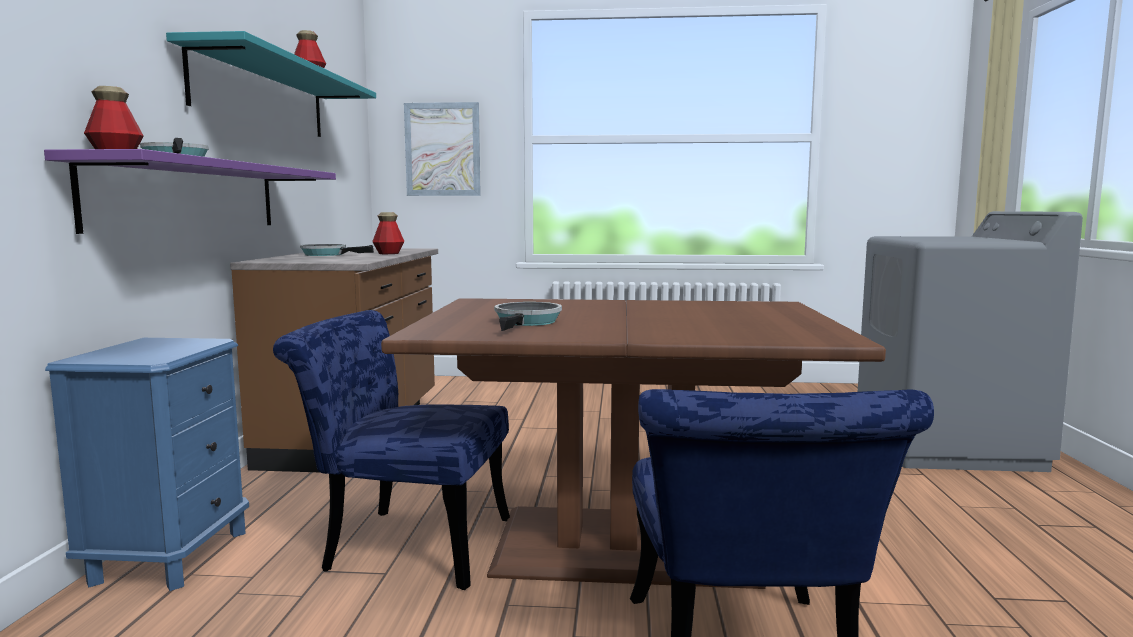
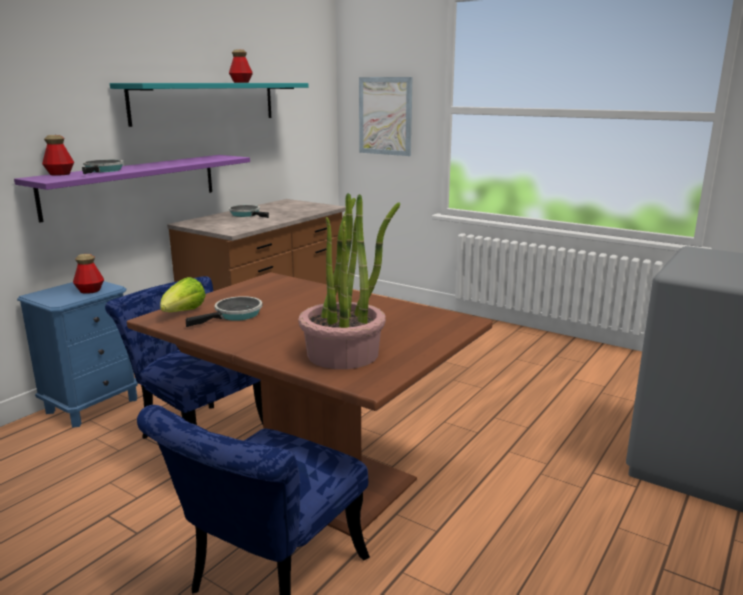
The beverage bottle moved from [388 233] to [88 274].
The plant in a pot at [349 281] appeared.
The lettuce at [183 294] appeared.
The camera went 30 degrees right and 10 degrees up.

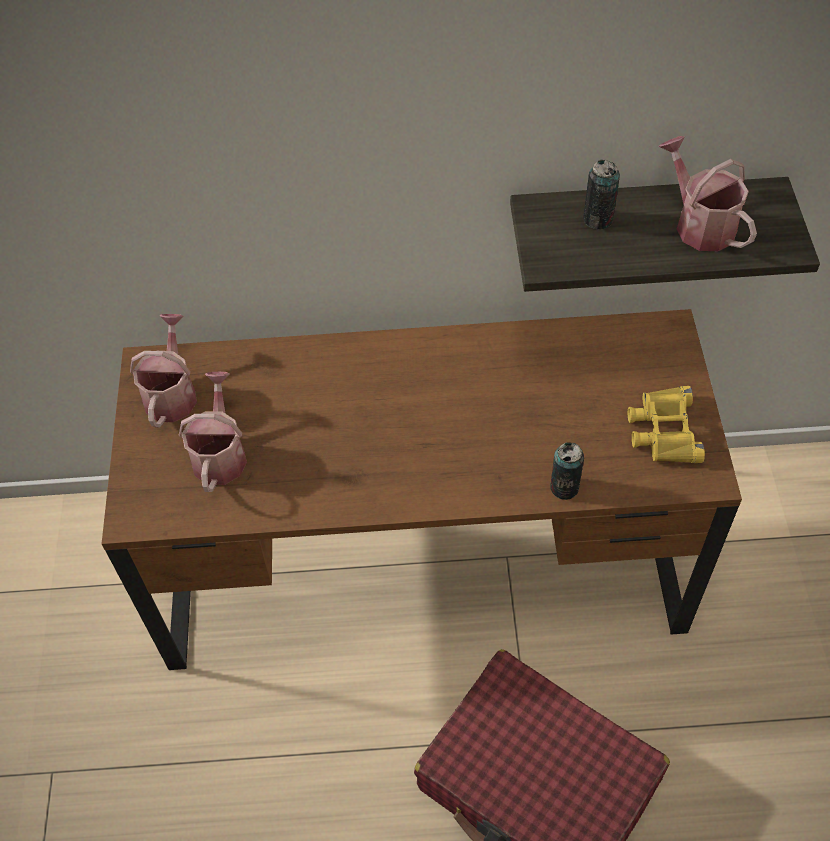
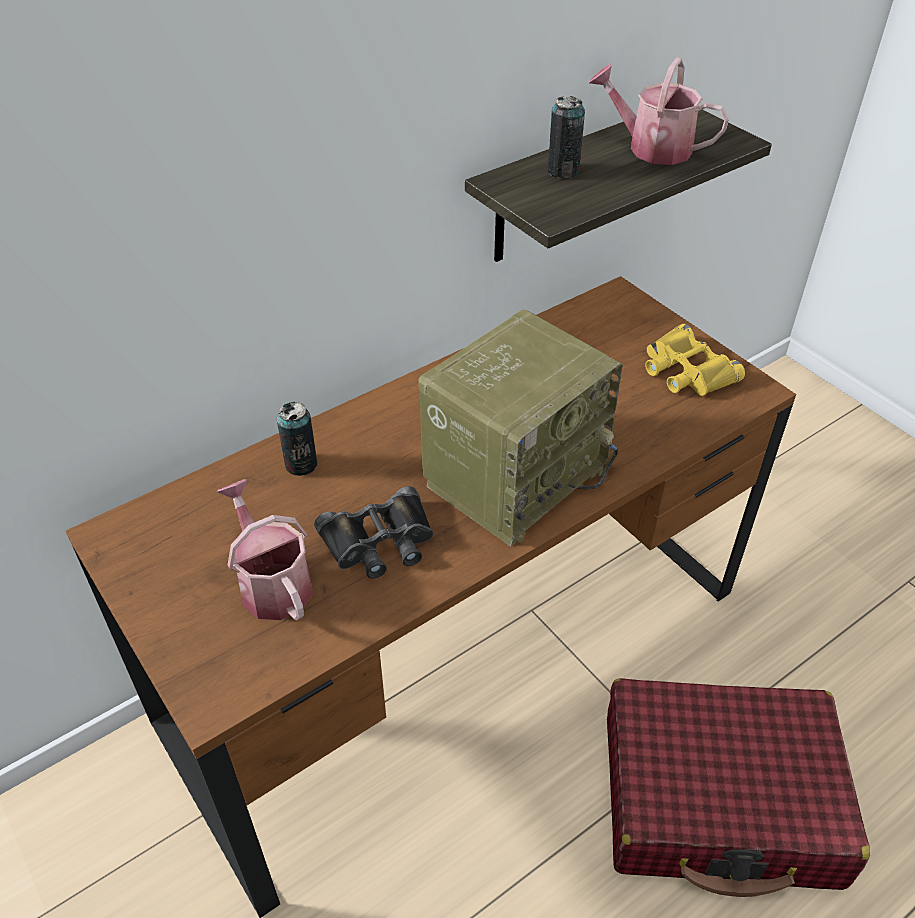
The sprinkling can at [163 370] disappeared.
The can moved from [567 471] to [297 439].
The radio set at [521 428] appeared.
The pair of binoculars (black) at [374 532] appeared.
The camera went 35 degrees left and 10 degrees down.

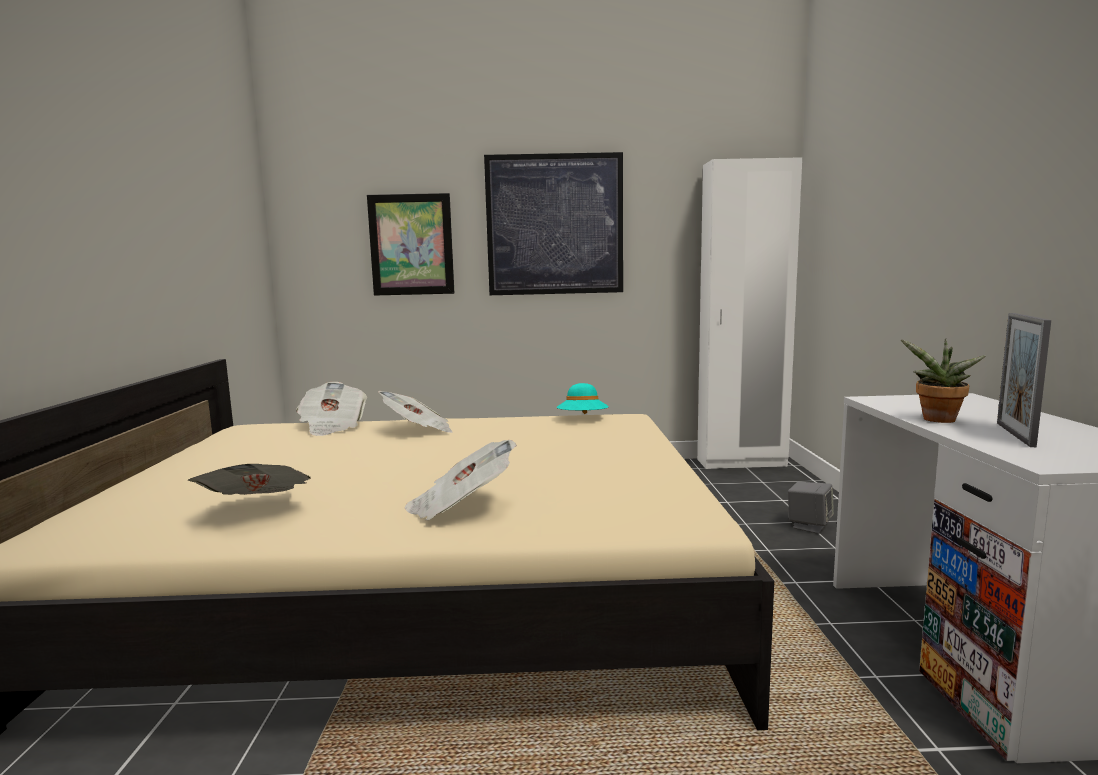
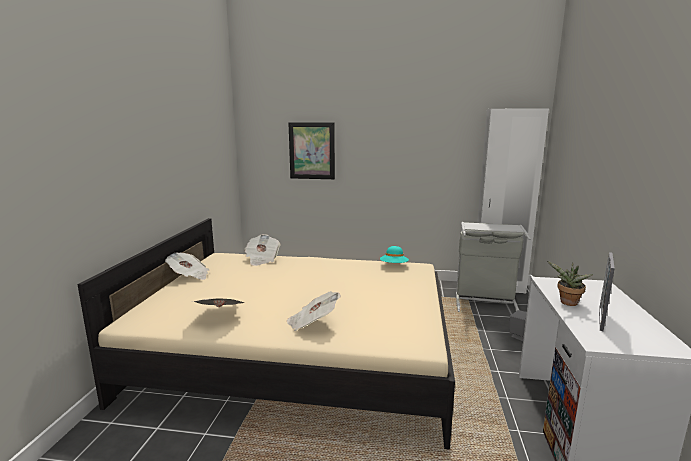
The picture at [553 223] disappeared.
The newspaper moved from [415 412] to [187 266].
The washing basket (gray) at [493 267] appeared.
The camera went 10 degrees right and 5 degrees up.

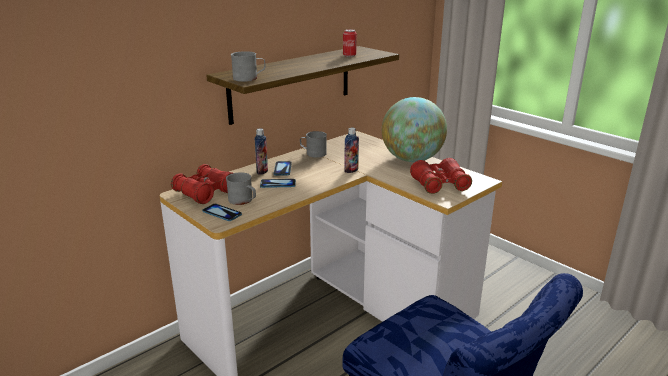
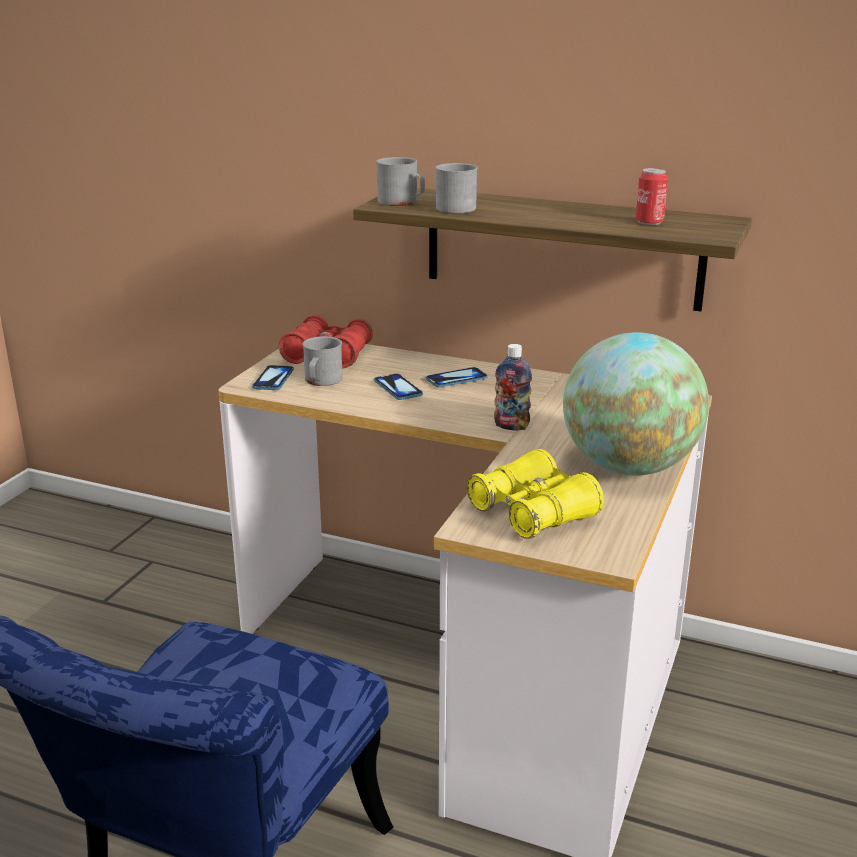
The beverage bottle at [261 151] disappeared.
The mug (gray) moved from [313 144] to [456 188].
The pair of binoculars (red-coloured) at [441 176] became the pair of binoculars (yellow) at [535 494].
The camera went 65 degrees right and 0 degrees up.

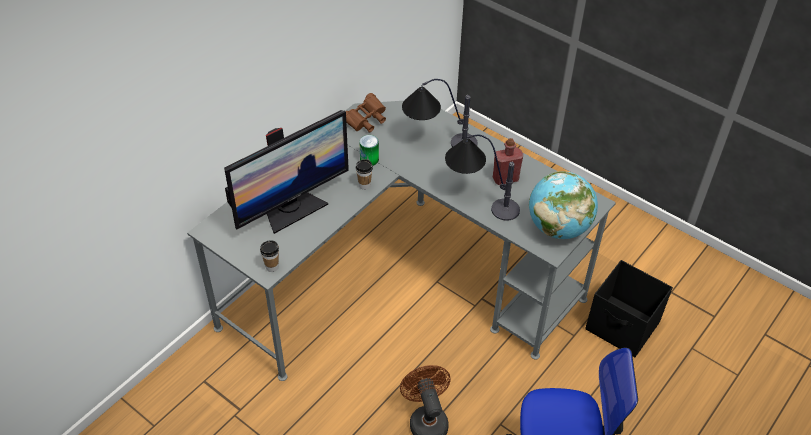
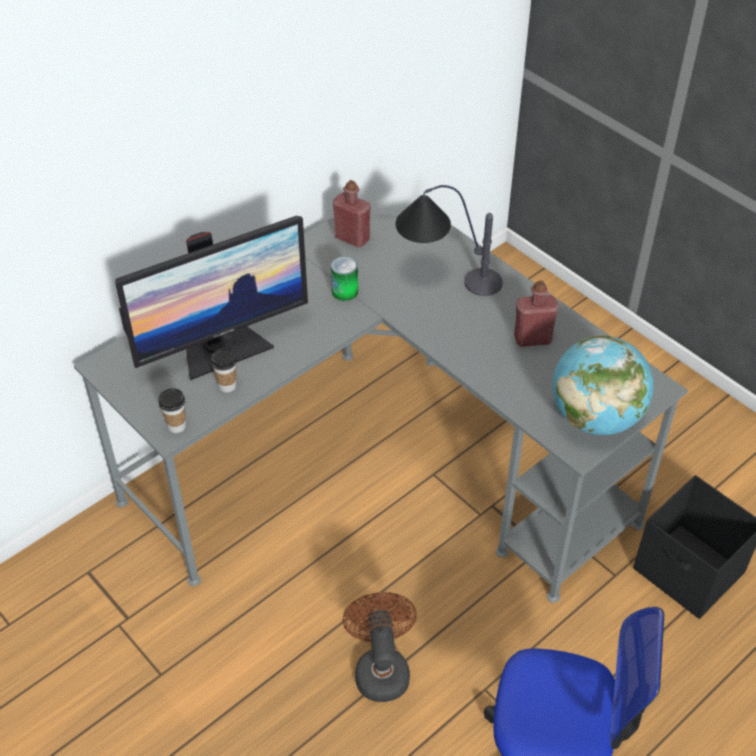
The pair of binoculars (brown-coloured) at [366 113] was replaced by the beverage bottle (red-coloured) at [352 214].
The lamp for a table at [482 177] disappeared.
The small cup moved from [364 174] to [224 370].
The camera went 10 degrees right and 0 degrees up.

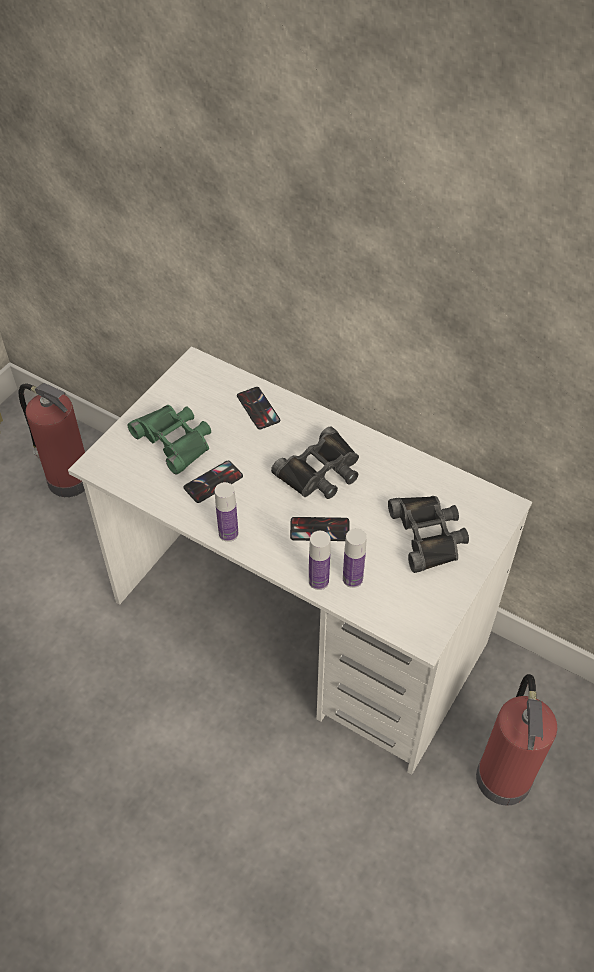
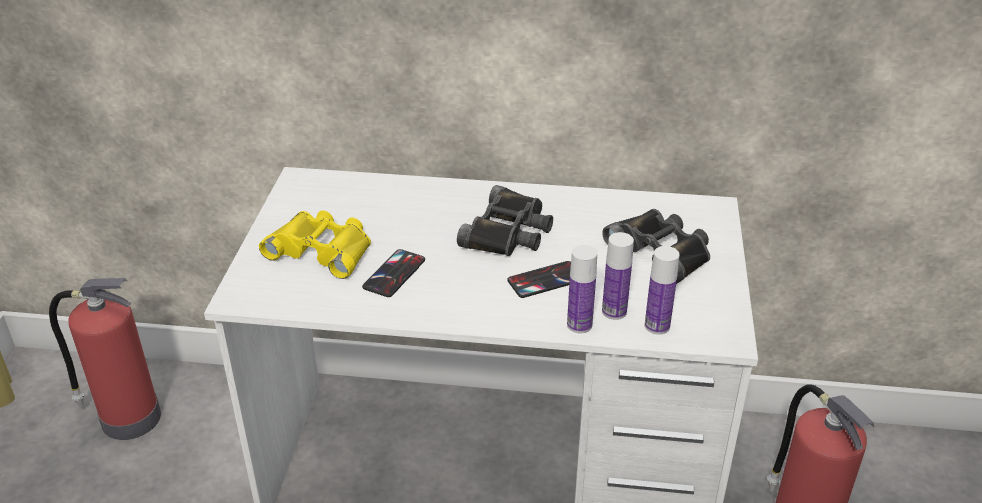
The telephone at [258 408] disappeared.
The pair of binoculars (greenish) at [169 440] became the pair of binoculars (yellow) at [315 244].
The beverage bottle moved from [226 512] to [662 290].
The camera went 25 degrees left and 15 degrees down.

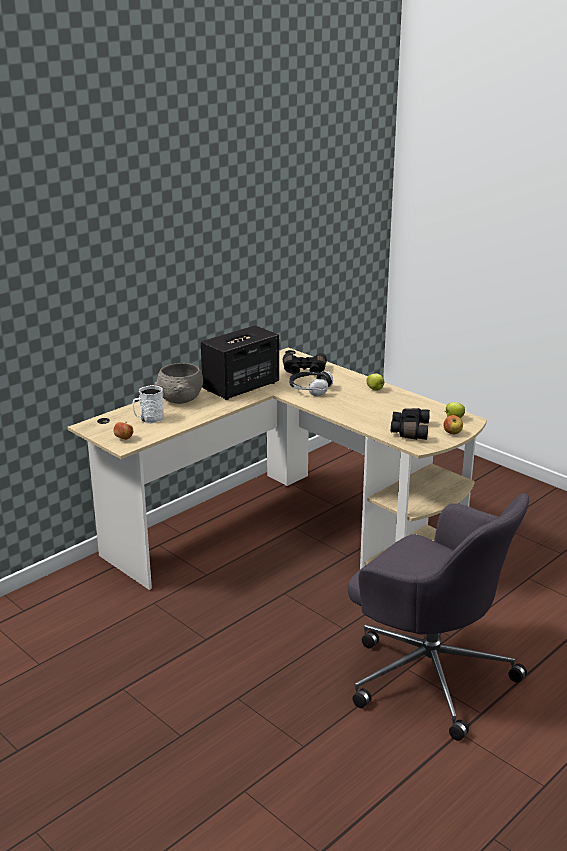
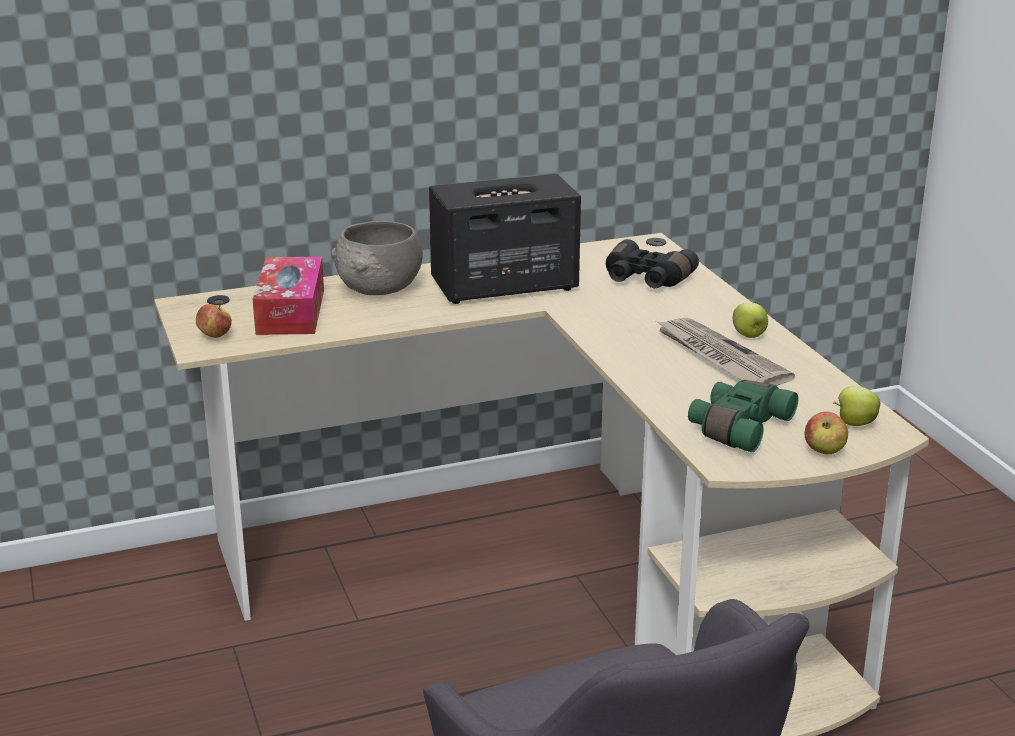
The pair of headphones at [311 383] disappeared.
The mug (whitish) at [148 404] was replaced by the tissue box at [288 296].
The pair of binoculars (black) at [410 424] became the pair of binoculars (greenish) at [743 416].
The newspaper at [725 352] appeared.
The camera went 25 degrees right and 0 degrees up.

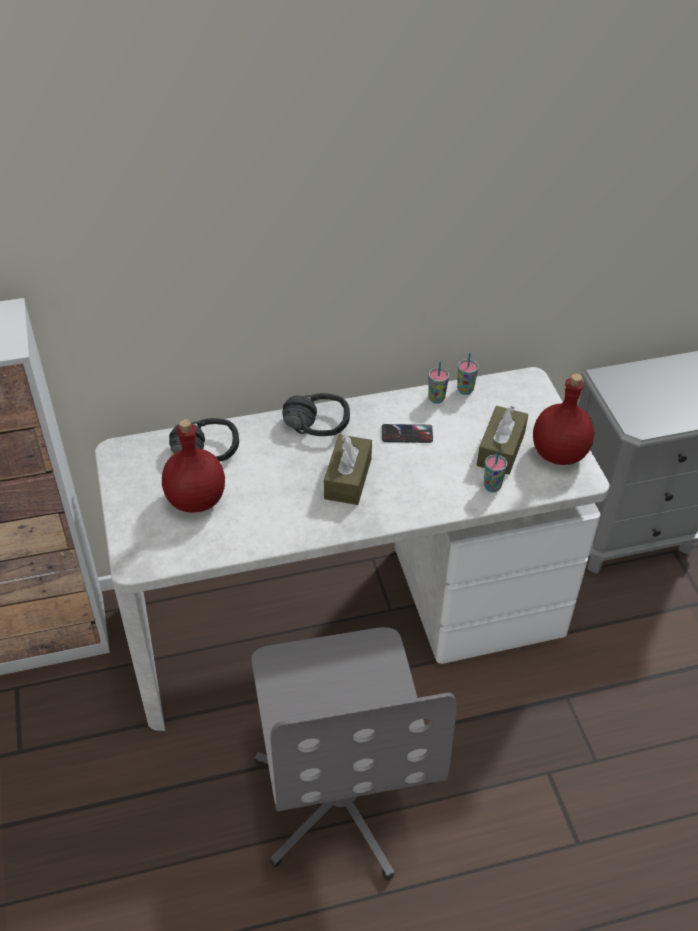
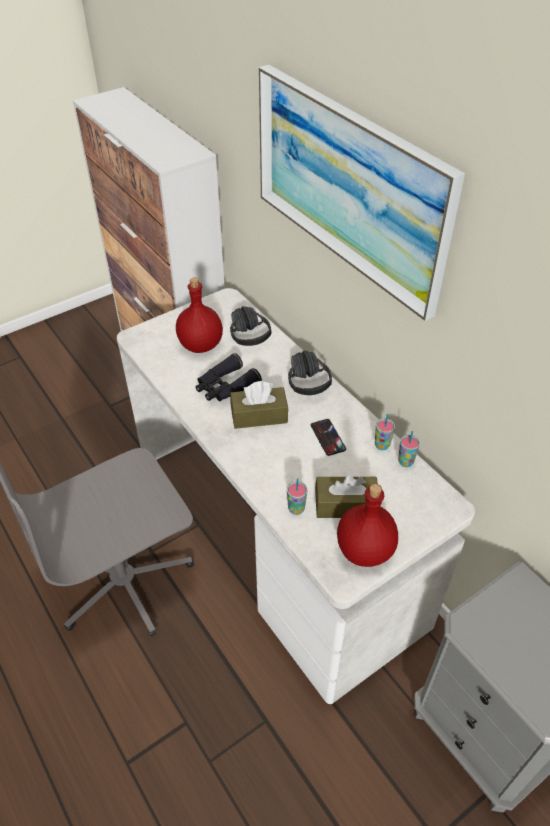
The picture at [362 193] appeared.
The pair of binoculars (black) at [229 377] appeared.
The camera went 70 degrees right and 0 degrees up.

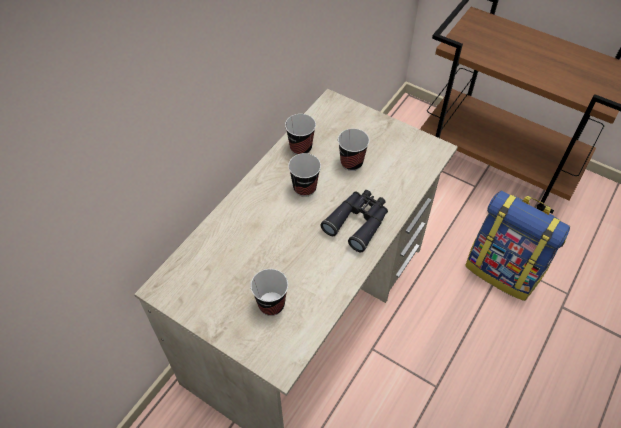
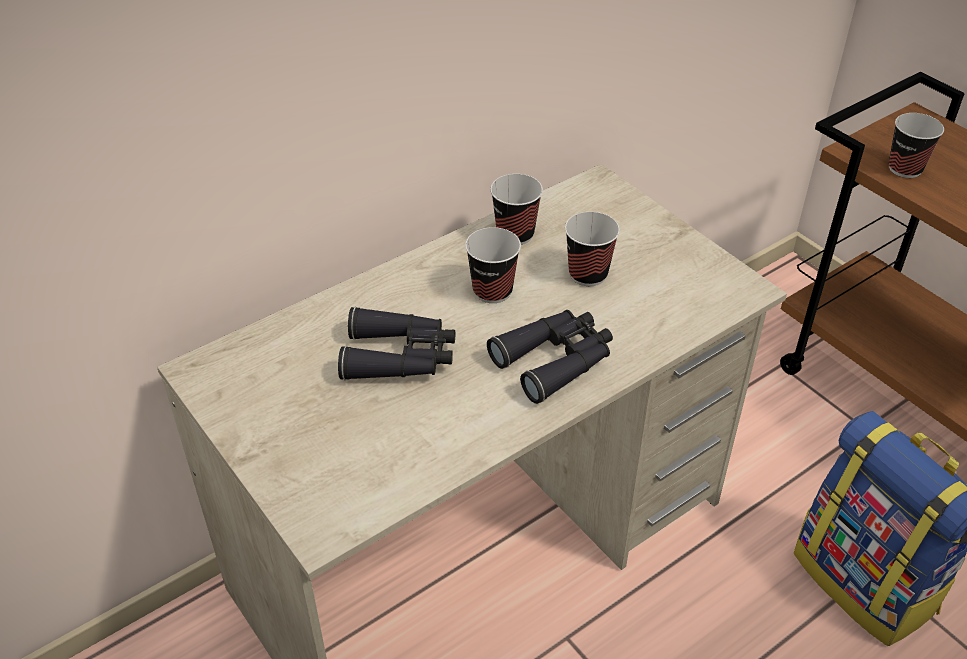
The small cup moved from [269 292] to [916 145].
The pair of binoculars (black) at [396 343] appeared.
The camera went 20 degrees right and 10 degrees down.

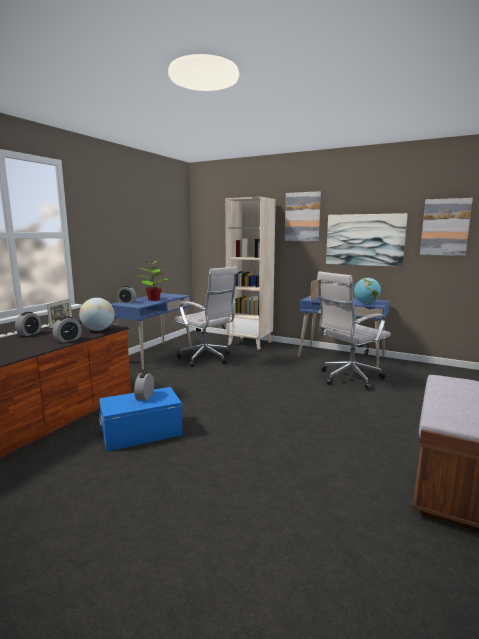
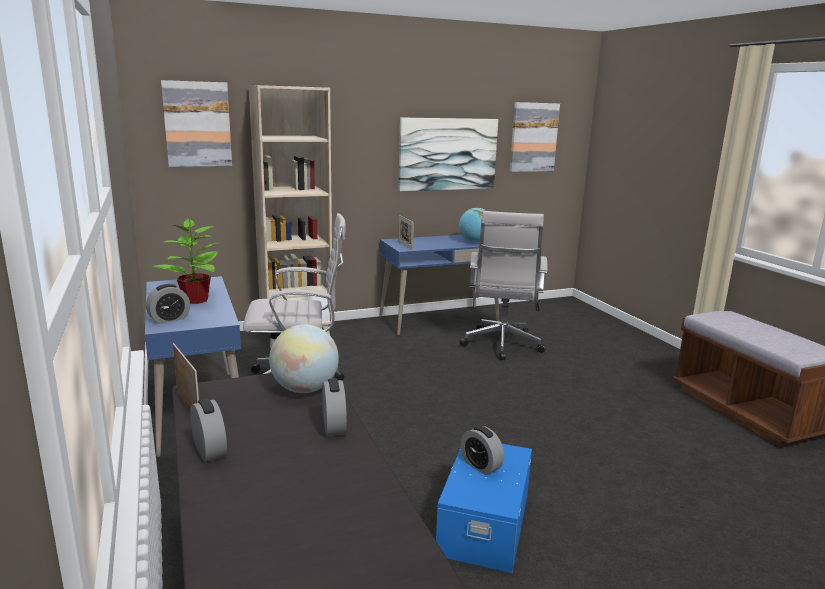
The picture moved from [303 216] to [196 123].
The camera went 50 degrees left and 5 degrees up.

